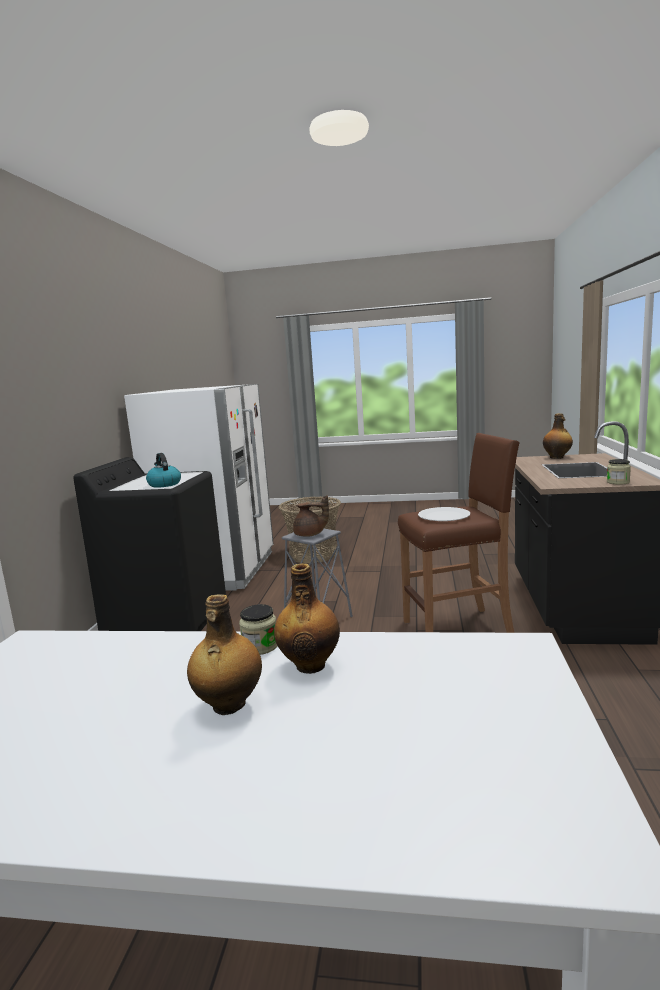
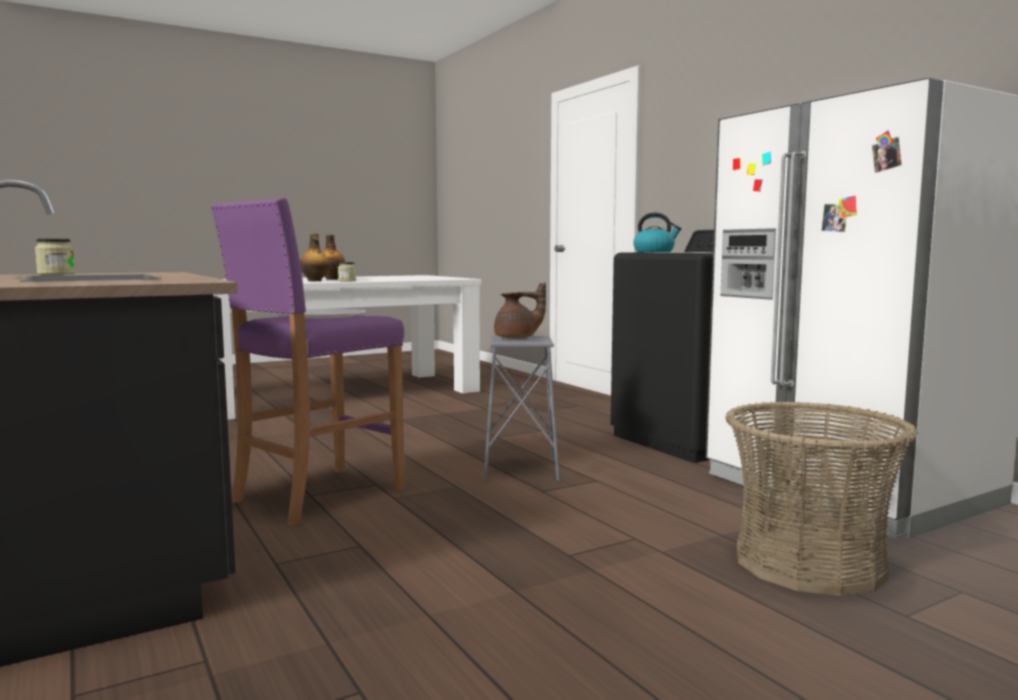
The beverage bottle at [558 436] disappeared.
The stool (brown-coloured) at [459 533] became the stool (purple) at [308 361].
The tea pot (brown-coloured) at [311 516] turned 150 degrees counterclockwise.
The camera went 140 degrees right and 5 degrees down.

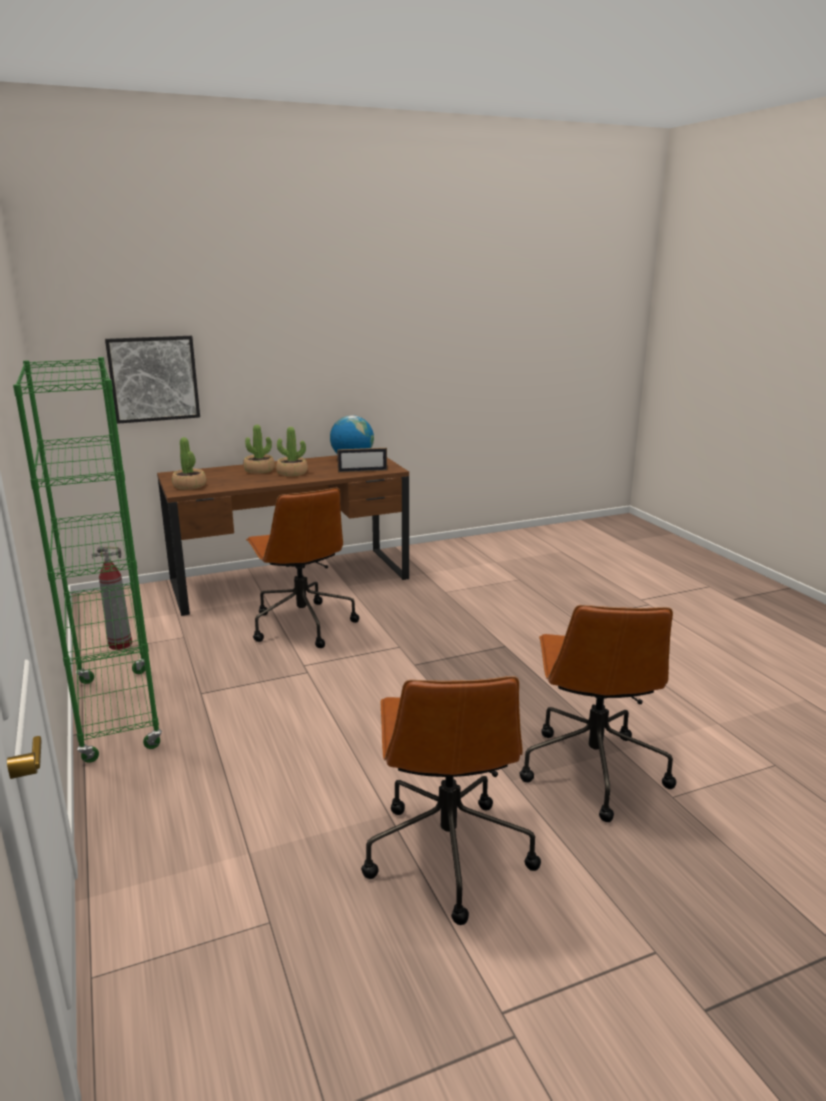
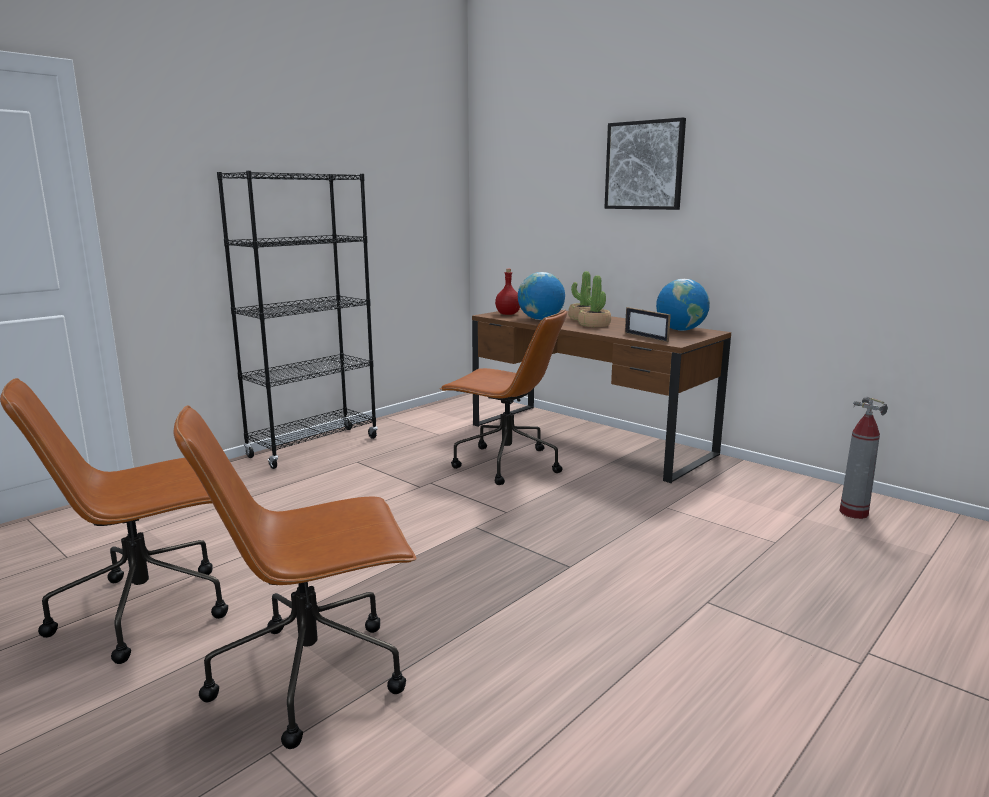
The picture moved from [152 380] to [645 163].
The shelving unit (greenish) at [87 560] became the shelving unit (black) at [297 320].
The plant in a pot at [189 463] was replaced by the beverage bottle (red-coloured) at [507 292].
The office chair (brown-coloured) at [302 568] turned 105 degrees counterclockwise.
The fire extinguisher moved from [112 598] to [863 458].
The desk globe at [541 296] appeared.
The camera went 65 degrees right and 5 degrees down.

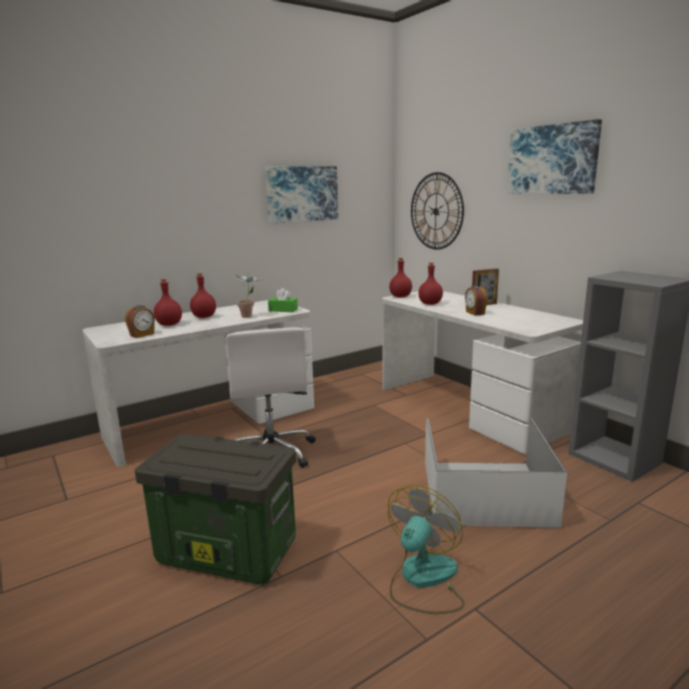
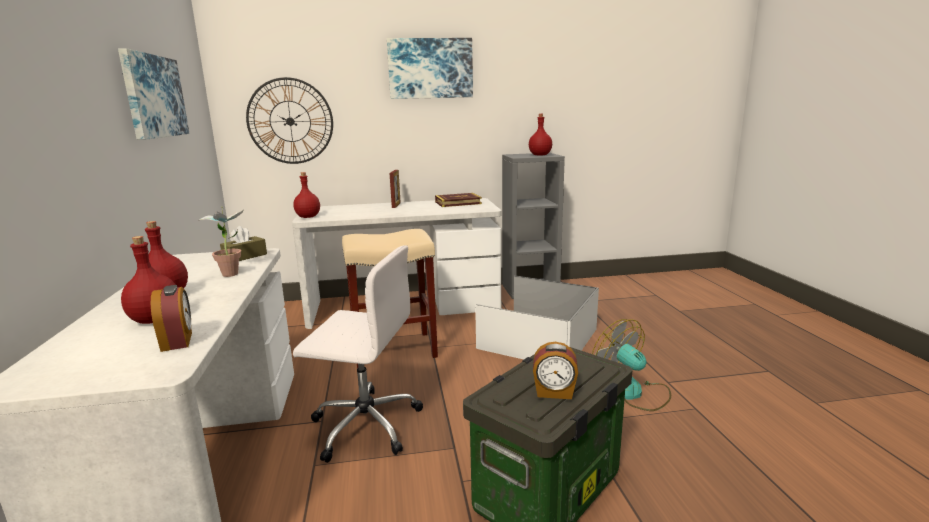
The beverage bottle (red-coloured) moved from [430 283] to [540 135].
The alarm clock moved from [476 301] to [555 370].
The tissue box (greenish) at [283 300] became the tissue box (brown-coloured) at [243 243].
The book at [458 200] appeared.
The stool (sand-coloured) at [390 299] appeared.
The camera went 65 degrees left and 0 degrees up.

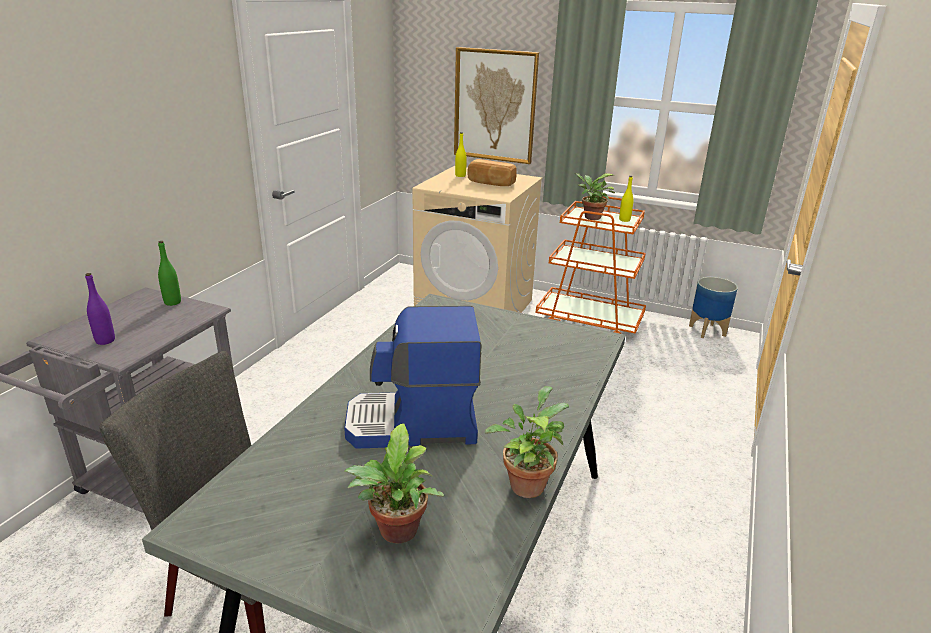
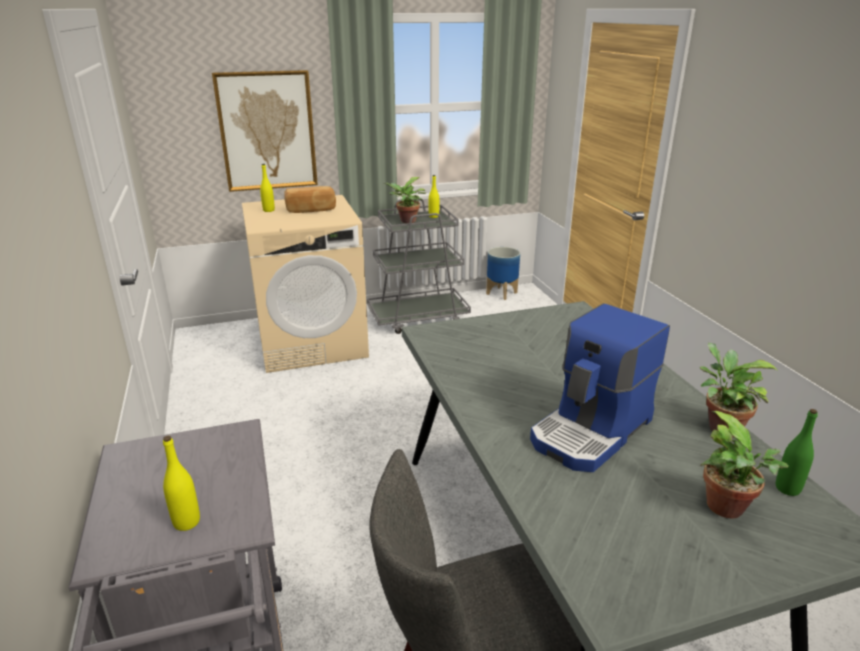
The cart (orange) at [591 265] became the cart (gray) at [419 266].
The beverage bottle (greenish) moved from [169 273] to [797 452].
The beverage bottle (purple) at [100 309] became the beverage bottle (yellow) at [181 483].
The camera went 40 degrees left and 0 degrees up.

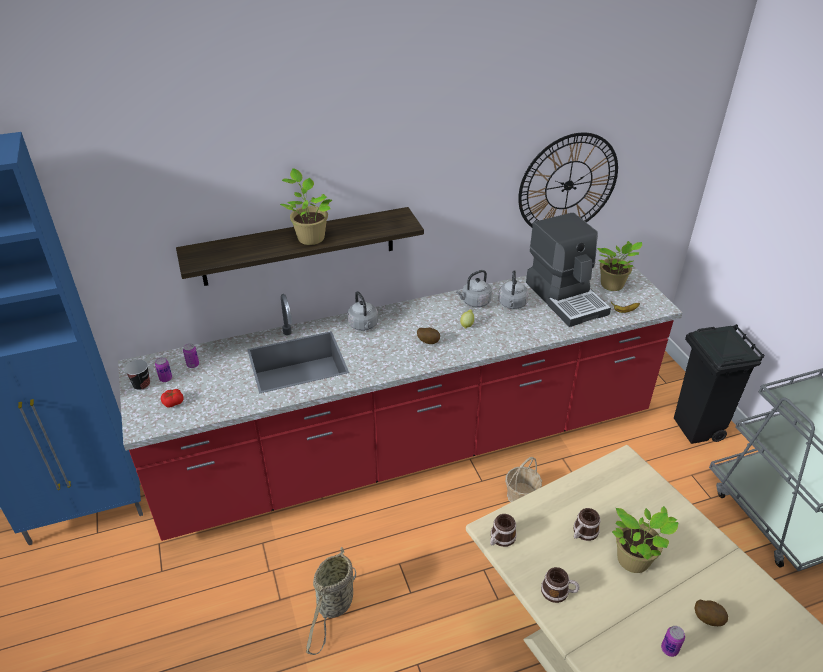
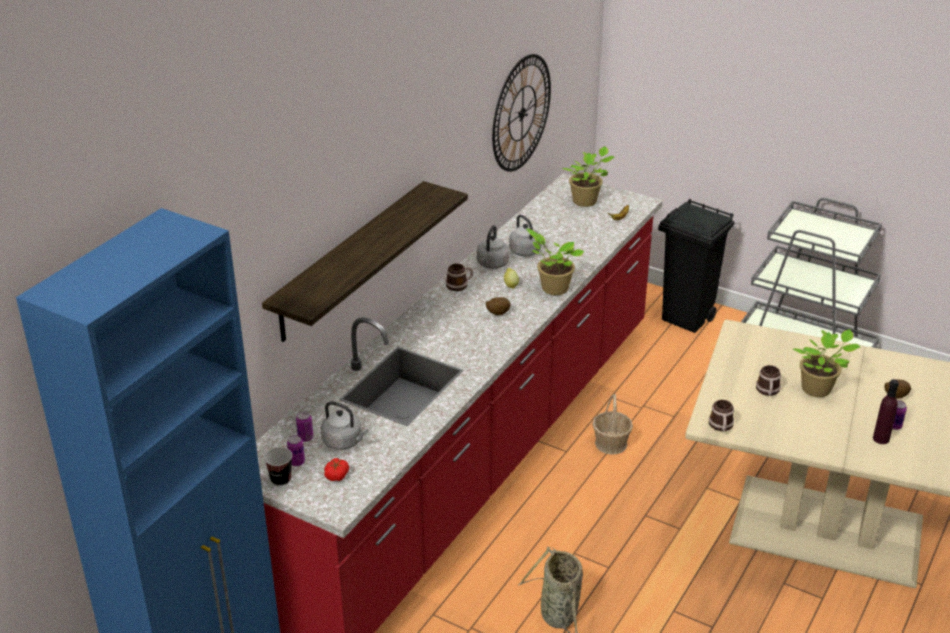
The plant in a pot moved from [306 206] to [555 262].
The coffee machine at [568 269] disappeared.
The kettle (gray) moved from [362 311] to [344 425].
The mug moved from [560 585] to [459 277].
The beverage bottle (purple) at [886 411] appeared.
The camera went 40 degrees left and 5 degrees down.

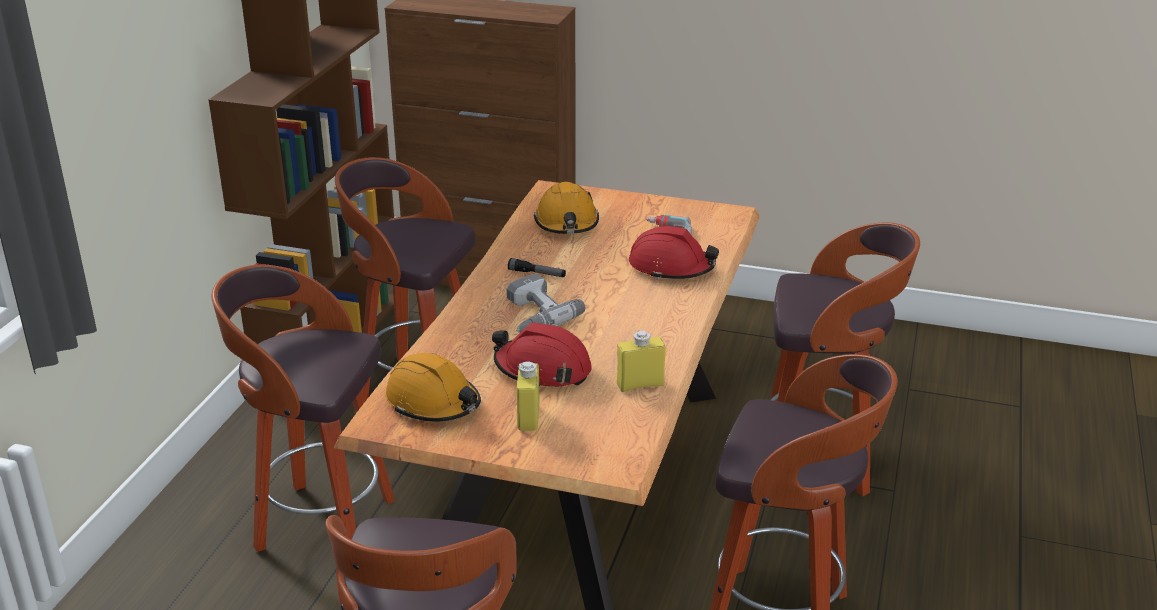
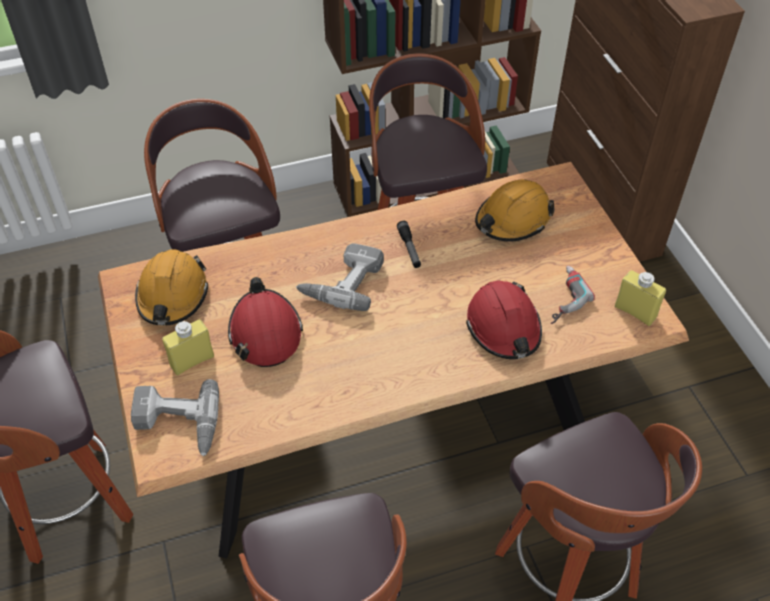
The beverage bottle (yellow) moved from [641 361] to [640 298].
The electric drill at [175 417] appeared.
The camera went 55 degrees right and 20 degrees up.

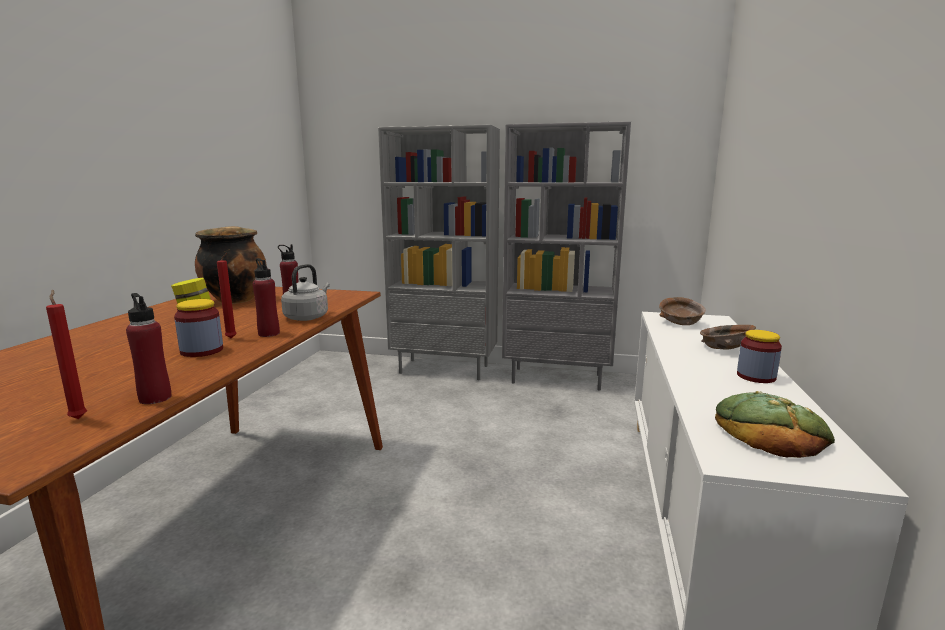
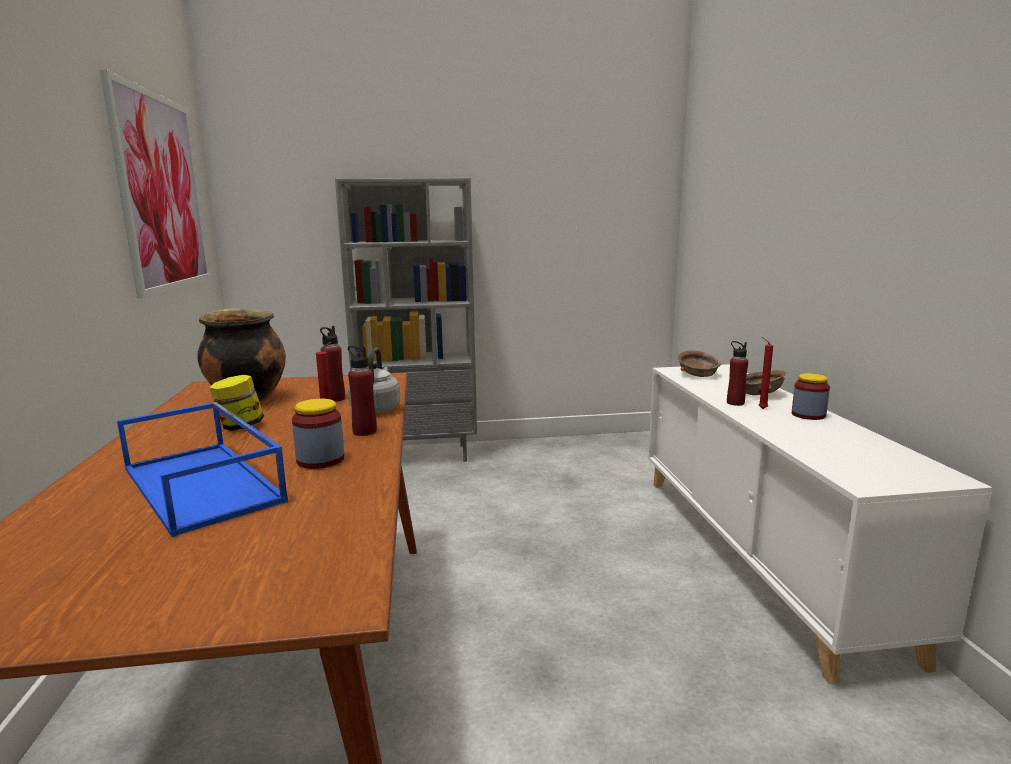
The shelving unit (gray) at [566 256] disappeared.
The wax light (red-coloured) moved from [66 354] to [766 373].
The beverage bottle (red-coloured) moved from [148 348] to [737 373].
The baked bread at [775 424] disappeared.
The picture at [155 183] appeared.
The serving tray (blue) at [202 469] appeared.
The camera went 20 degrees left and 0 degrees up.

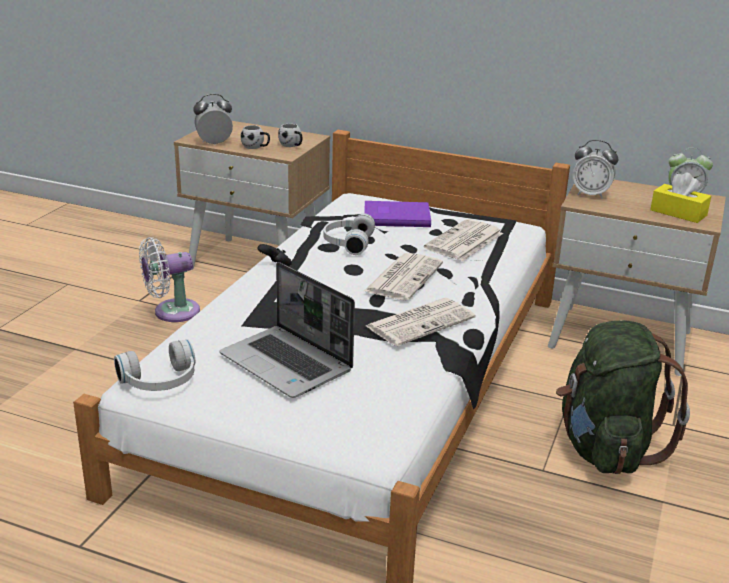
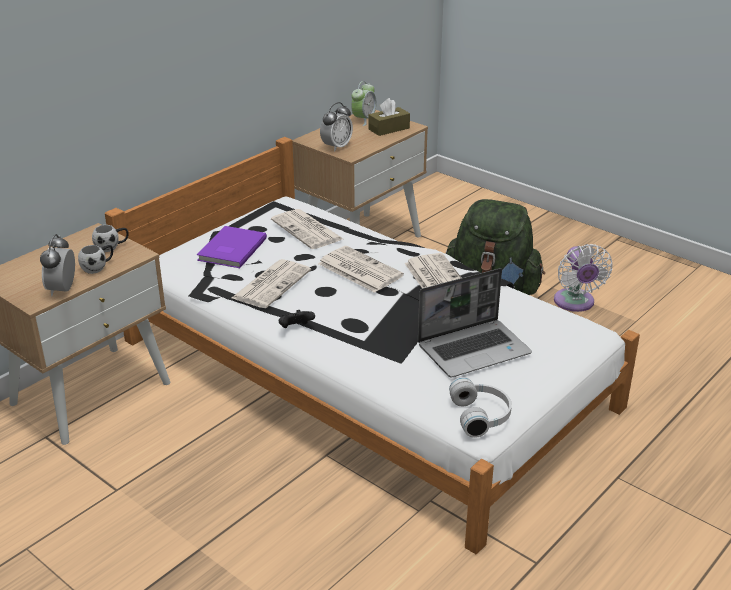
The tissue box (yellow) at [680 197] became the tissue box (brown-coloured) at [389 117].
The pair of headphones (whitish) at [349 234] was replaced by the newspaper at [271 283].
The fan (whitish) moved from [169 279] to [583 278].
The camera went 70 degrees left and 5 degrees up.

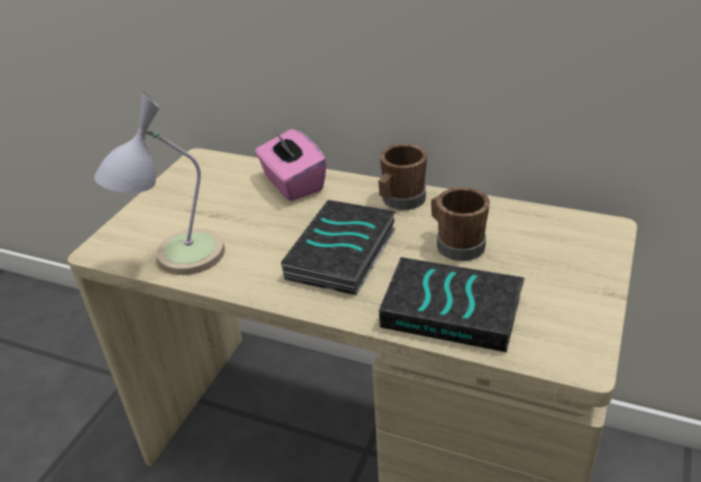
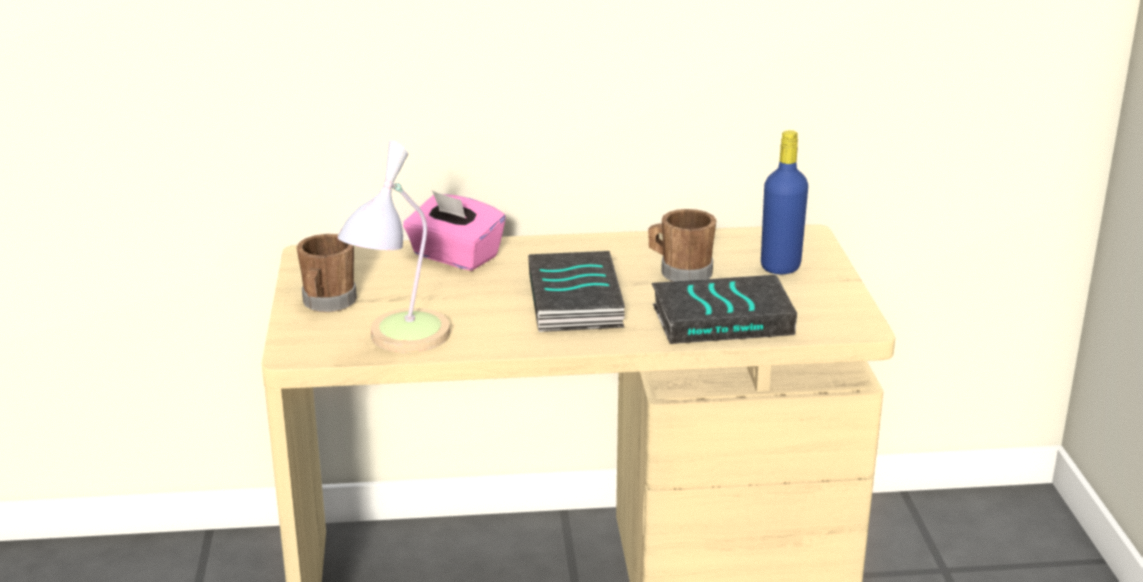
The mug (brown-coloured) moved from [402 177] to [327 273].
The beverage bottle (blue) at [784 202] appeared.
The camera went 30 degrees left and 10 degrees down.

